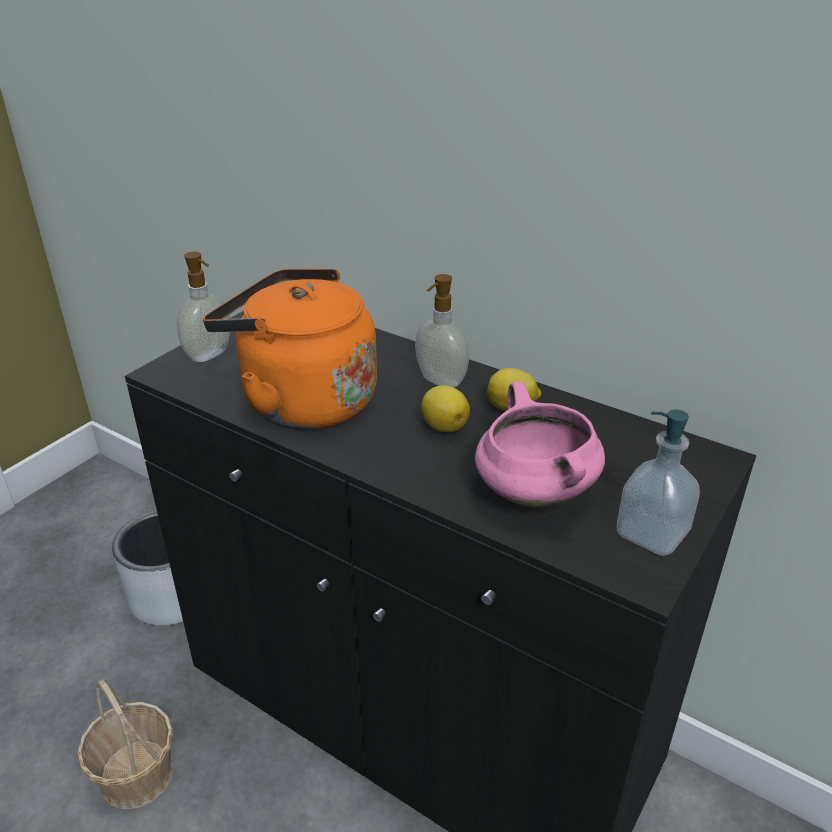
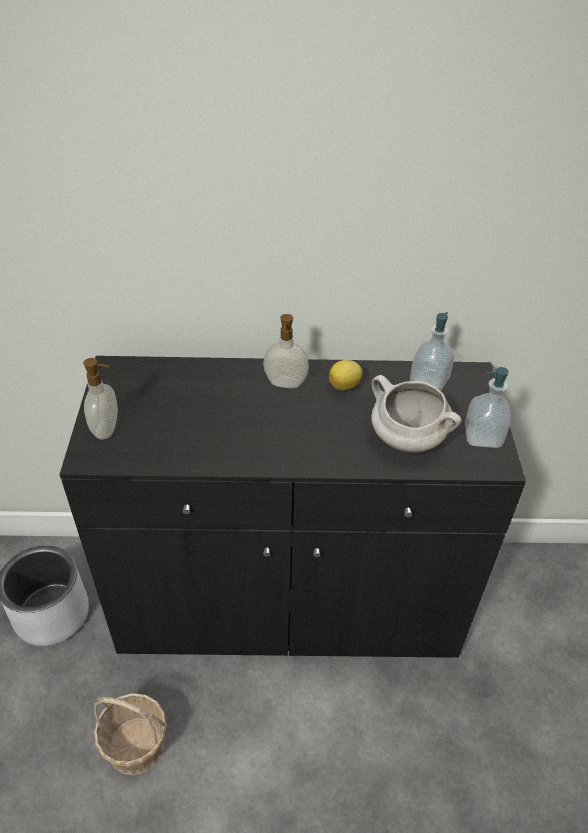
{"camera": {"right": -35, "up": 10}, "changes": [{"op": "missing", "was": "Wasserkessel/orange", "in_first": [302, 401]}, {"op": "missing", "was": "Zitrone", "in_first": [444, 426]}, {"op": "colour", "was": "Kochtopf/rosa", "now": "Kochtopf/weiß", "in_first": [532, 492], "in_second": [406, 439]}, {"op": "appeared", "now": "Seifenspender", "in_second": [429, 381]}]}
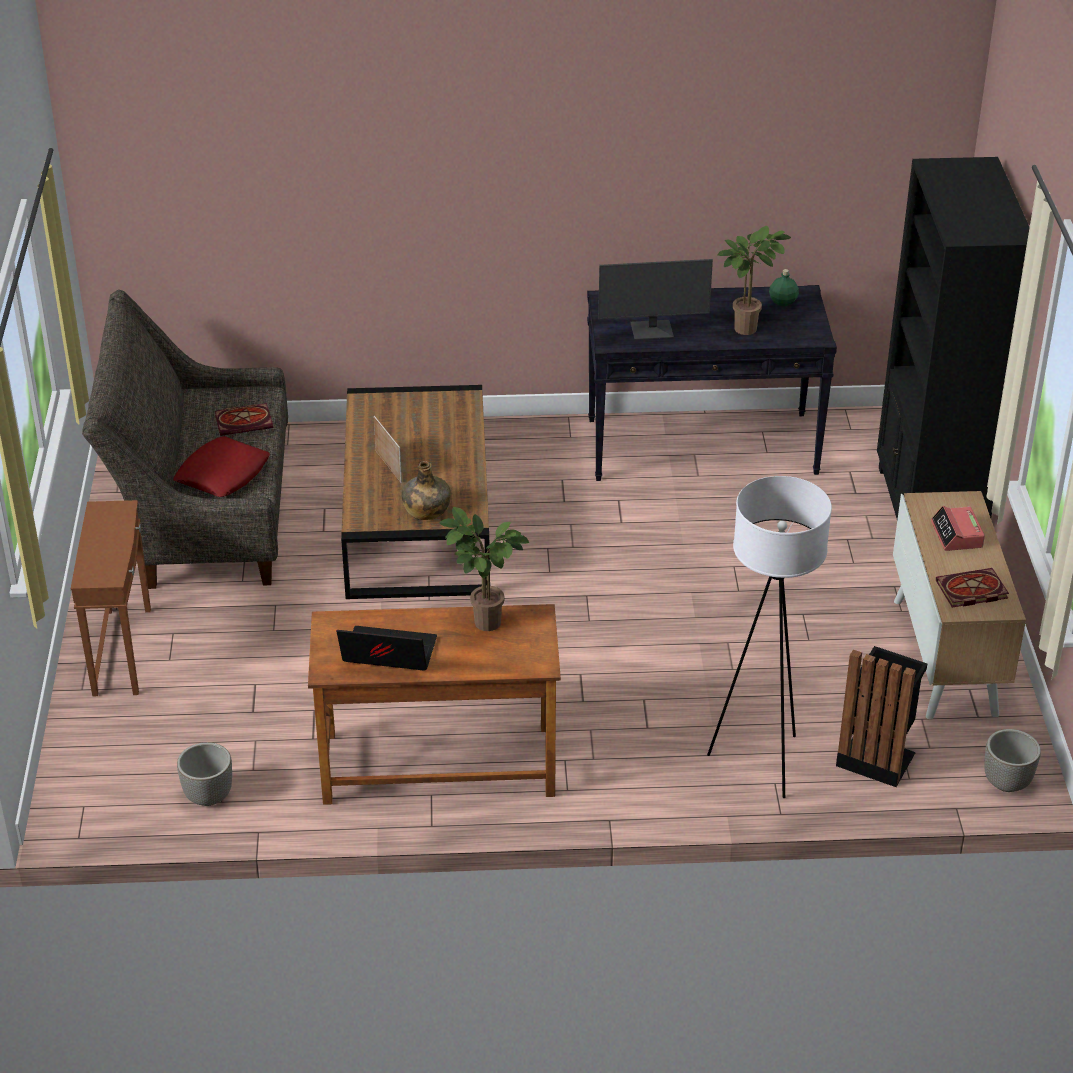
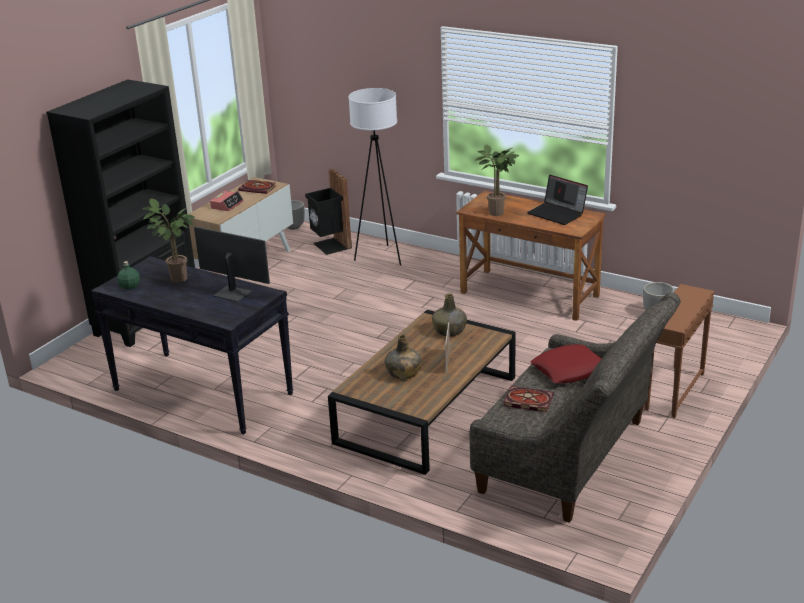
{"camera": {"right": -145, "up": -10}, "changes": [{"op": "appeared", "now": "Flasche/grün", "in_second": [403, 373]}]}
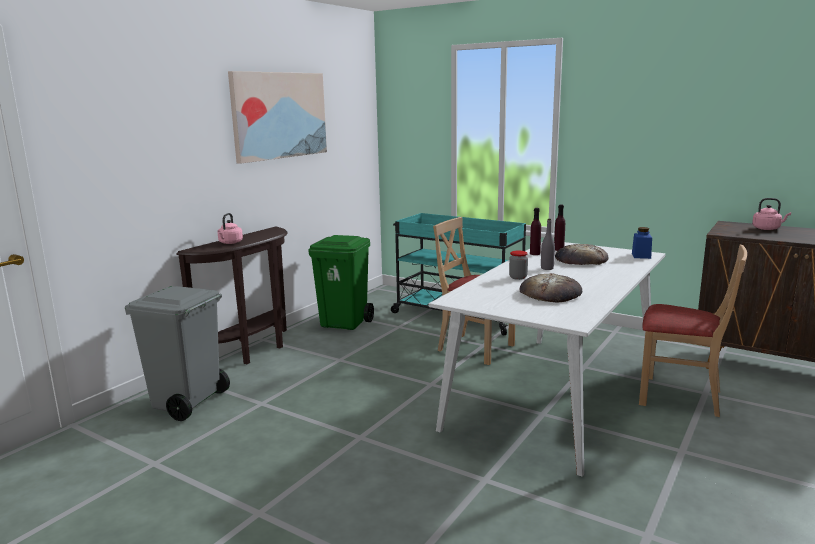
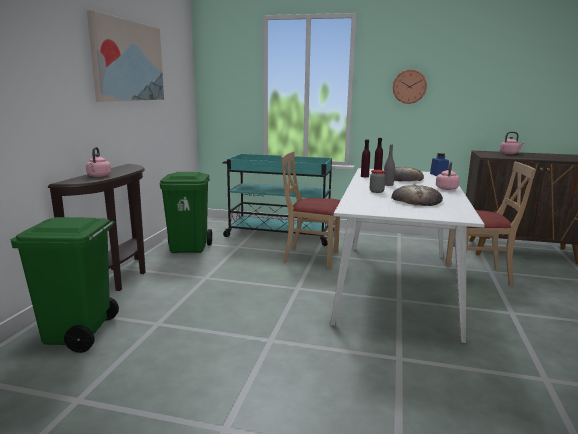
{"camera": {"right": -20, "up": 0}, "changes": [{"op": "colour", "was": "Mülleimer/grau", "now": "Mülleimer/grün", "in_first": [187, 403], "in_second": [79, 334]}, {"op": "appeared", "now": "Wanduhr", "in_second": [409, 86]}, {"op": "appeared", "now": "Wasserkessel/rosa", "in_second": [446, 188]}]}
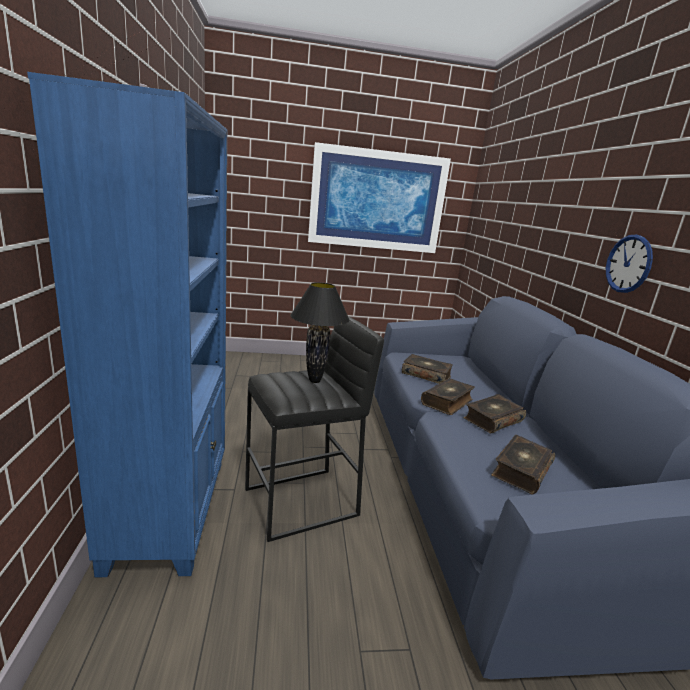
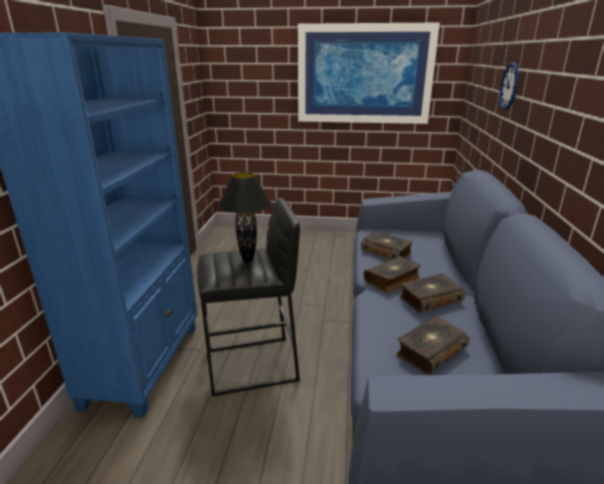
{"camera": {"right": 15, "up": 5}, "changes": [{"op": "relocated", "was": "Wanduhr", "in_first": [628, 264], "in_second": [509, 86]}]}
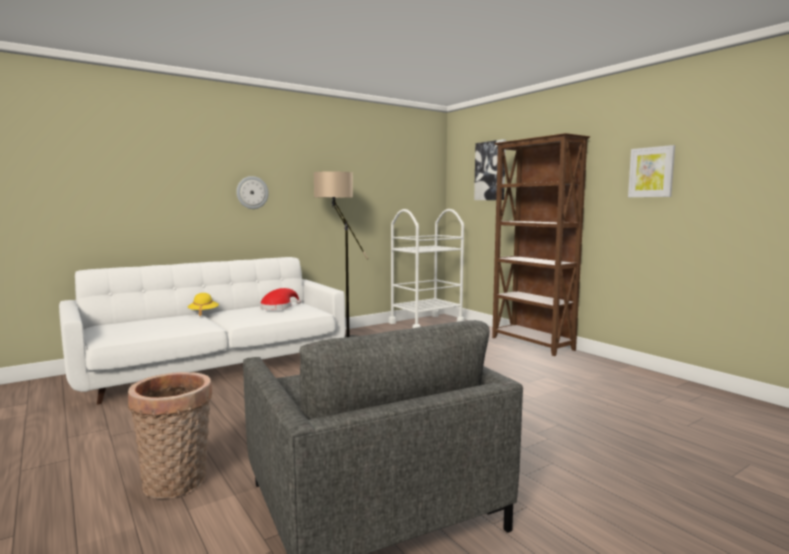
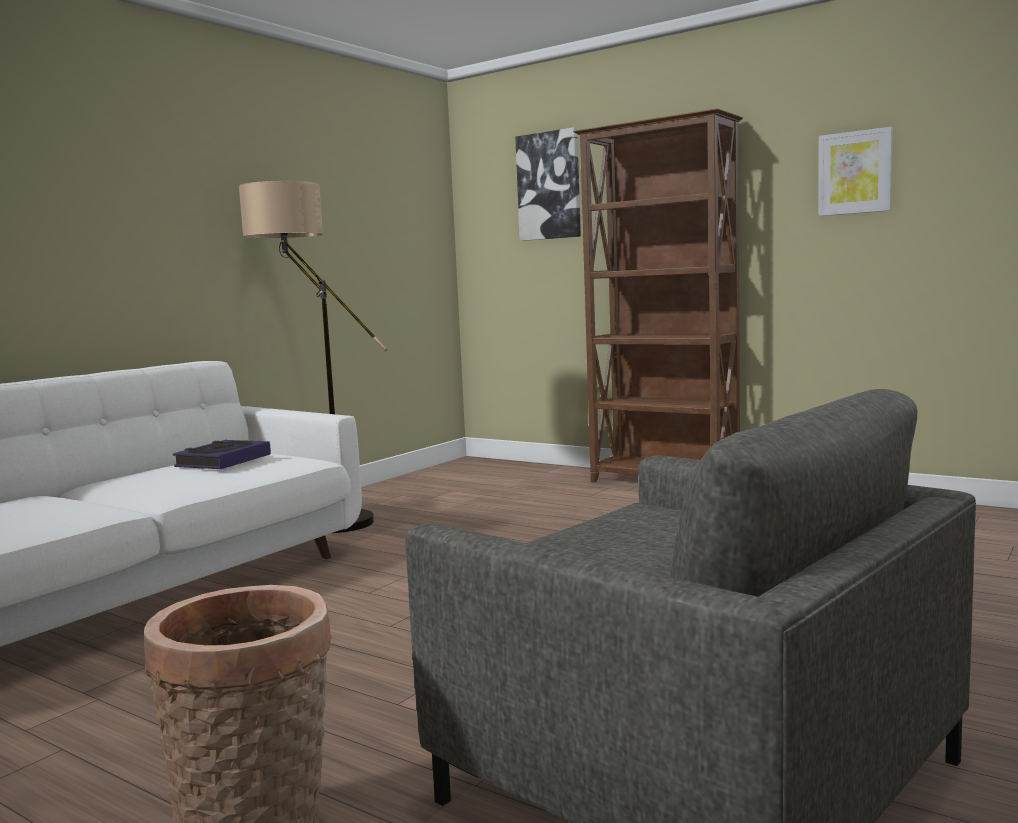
{"camera": {"right": -20, "up": 0}, "changes": [{"op": "missing", "was": "Hut/gelb", "in_first": [203, 313]}, {"op": "missing", "was": "Wanduhr", "in_first": [252, 192]}, {"op": "exchanged", "was": "Hut/rot", "now": "Buch", "in_first": [278, 307], "in_second": [223, 461]}, {"op": "missing", "was": "Rollwagen/weiß", "in_first": [426, 323]}]}
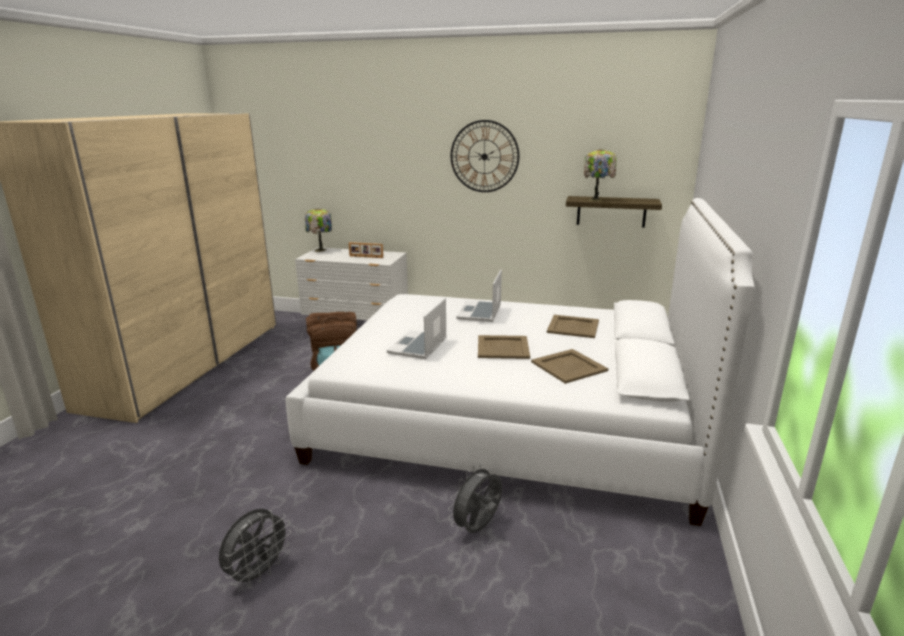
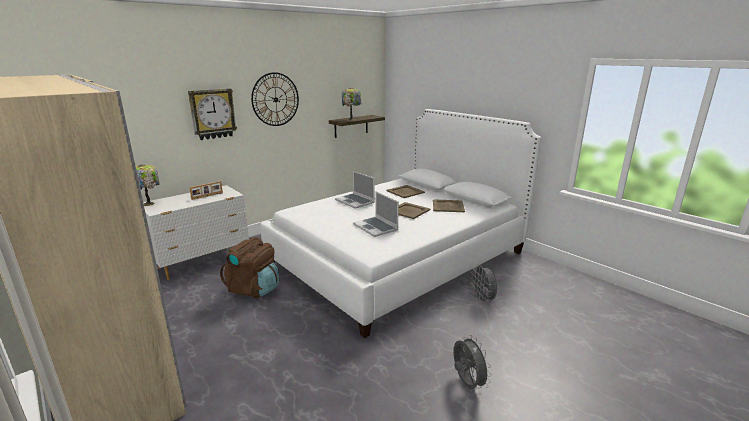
{"camera": {"right": -55, "up": 0}, "changes": [{"op": "appeared", "now": "Wanduhr", "in_second": [212, 114]}]}
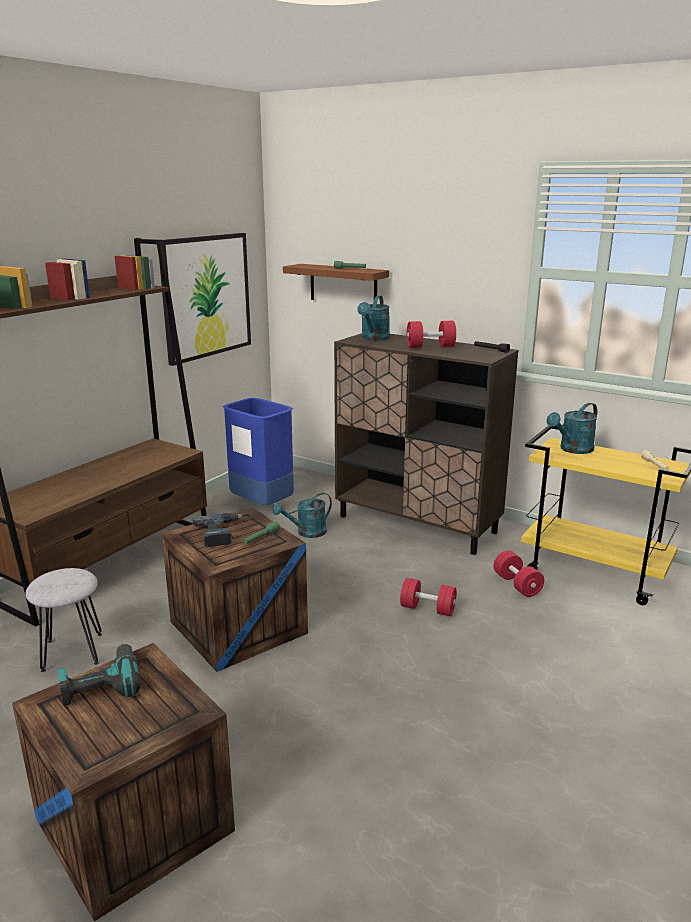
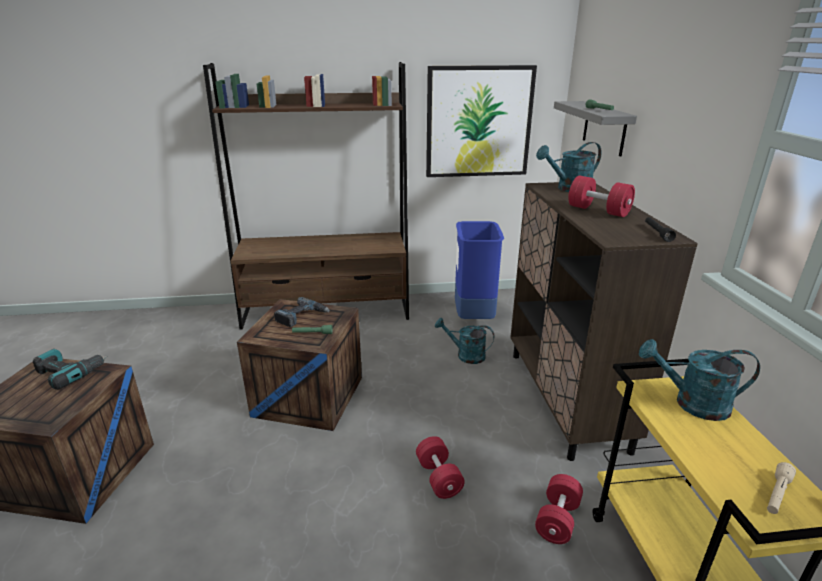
{"camera": {"right": 50, "up": 5}, "changes": [{"op": "missing", "was": "Hocker/grau", "in_first": [72, 651]}, {"op": "colour", "was": "Wandregal/braun", "now": "Wandregal/grau", "in_first": [343, 285], "in_second": [604, 128]}]}
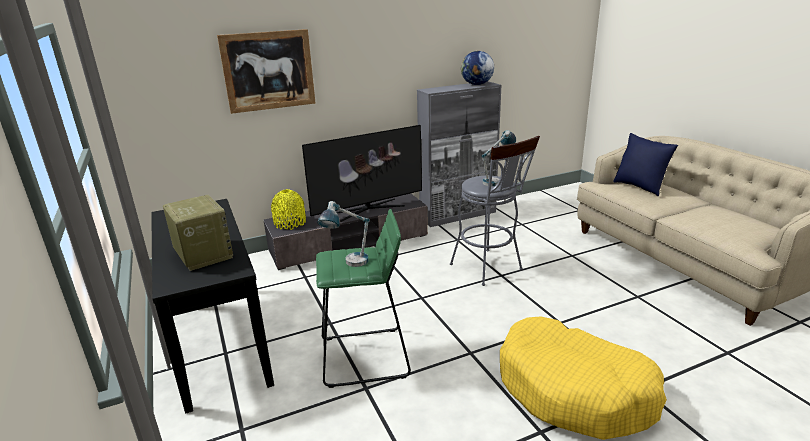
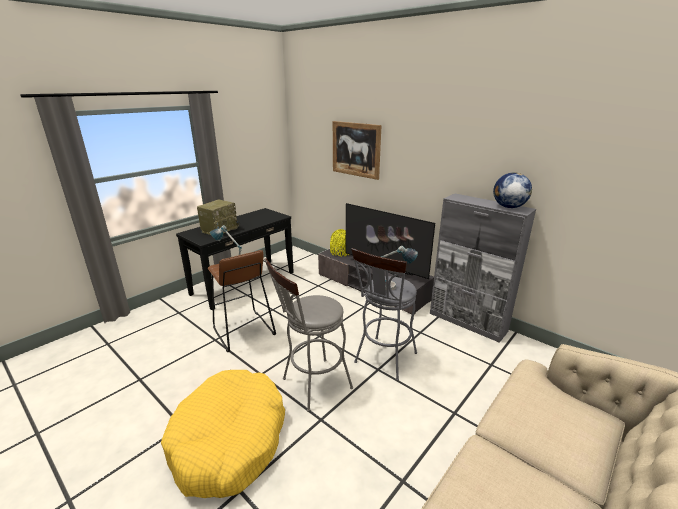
{"camera": {"right": 65, "up": 0}, "changes": [{"op": "colour", "was": "Hocker/grün", "now": "Hocker/braun", "in_first": [365, 357], "in_second": [243, 331]}, {"op": "missing", "was": "Kissen/blau", "in_first": [639, 187]}, {"op": "appeared", "now": "Hocker/grau", "in_second": [312, 386]}]}
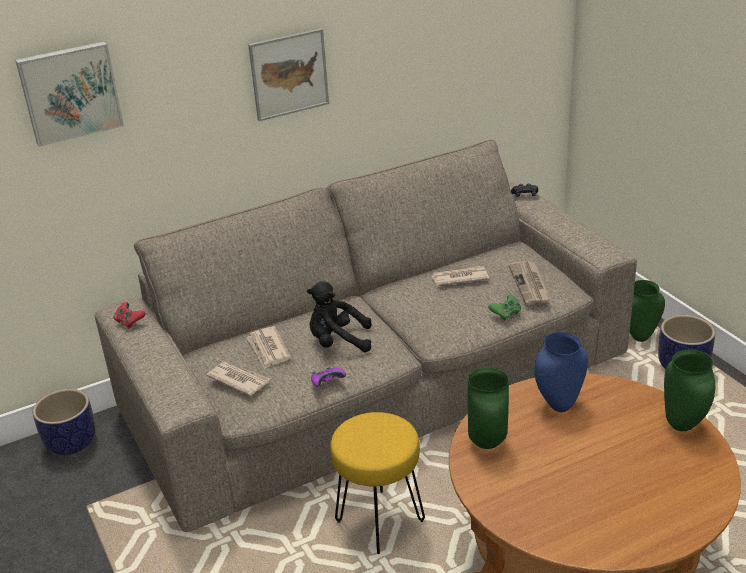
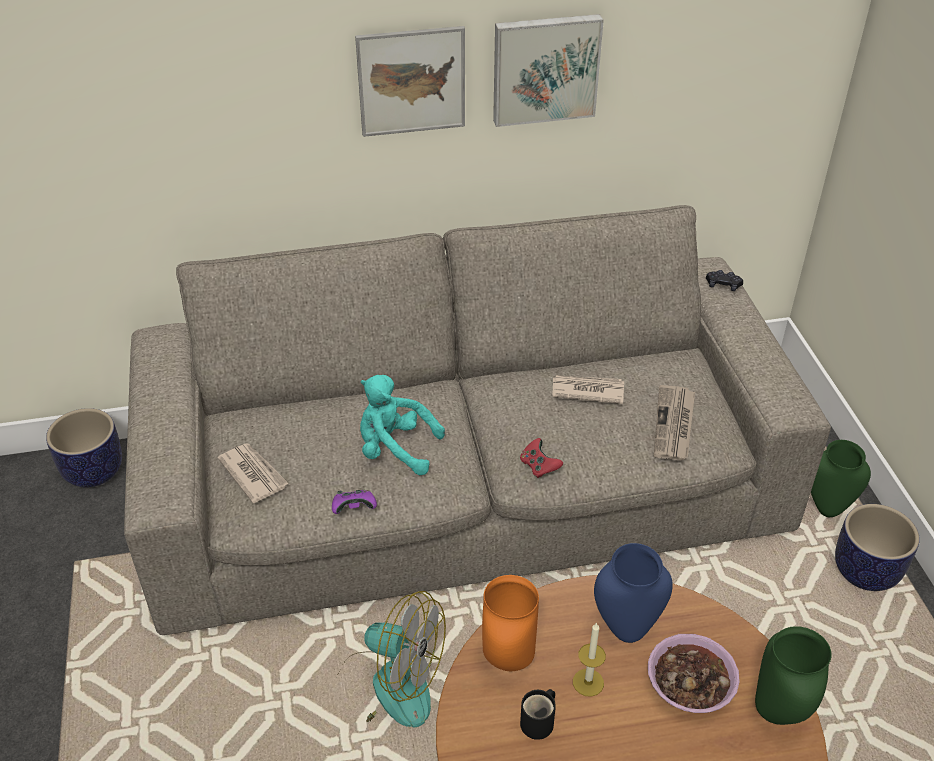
{"camera": {"right": 15, "up": 10}, "changes": [{"op": "relocated", "was": "Bild", "in_first": [70, 92], "in_second": [545, 68]}, {"op": "relocated", "was": "Gamepad/rot", "in_first": [129, 322], "in_second": [539, 466]}, {"op": "missing", "was": "Zeitung", "in_first": [268, 349]}, {"op": "colour", "was": "Plüschtier/schwarz", "now": "Plüschtier/türkis", "in_first": [338, 342], "in_second": [395, 449]}, {"op": "exchanged", "was": "Hocker/gelb", "now": "Ventilator", "in_first": [380, 521], "in_second": [387, 687]}, {"op": "colour", "was": "Vase/grün", "now": "Vase/orange", "in_first": [488, 443], "in_second": [509, 661]}, {"op": "missing", "was": "Gamepad/grün", "in_first": [505, 314]}, {"op": "appeared", "now": "Henkelbecher/schwarz", "in_second": [540, 722]}, {"op": "appeared", "now": "Kerze", "in_second": [588, 682]}, {"op": "appeared", "now": "Schüssel", "in_second": [690, 684]}]}
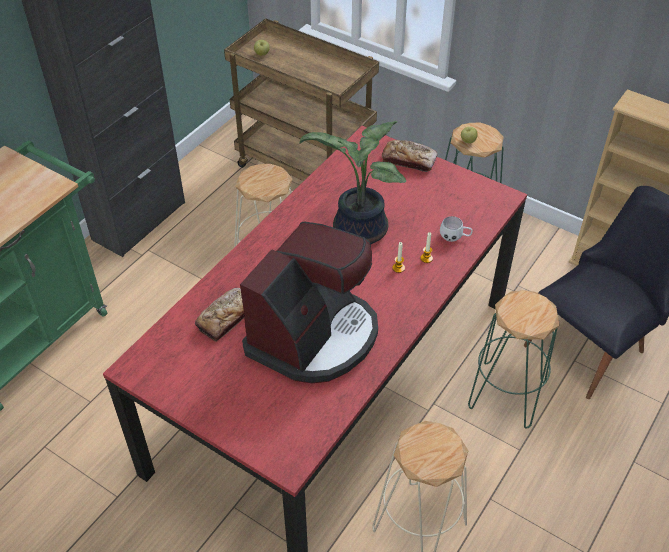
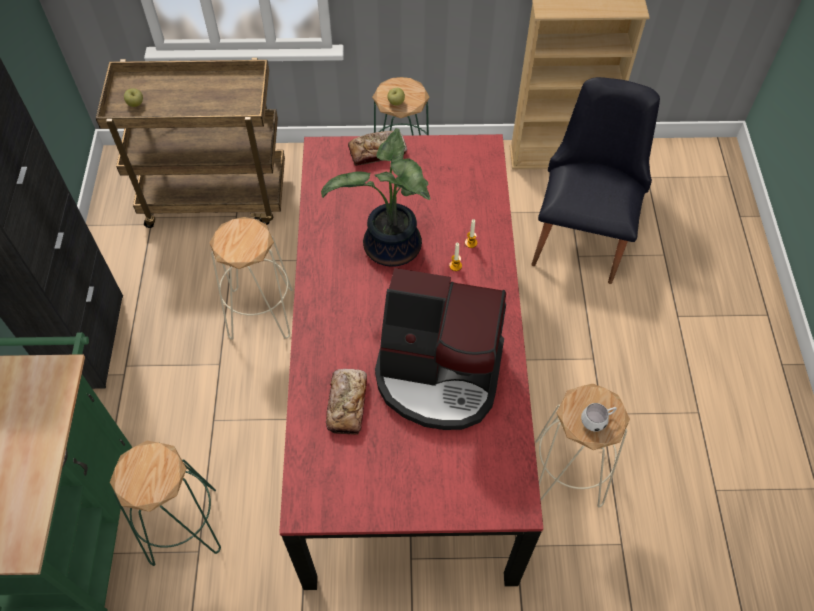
{"camera": {"right": -35, "up": 10}, "changes": [{"op": "spun", "was": "Kaffeemaschine", "in_first": [314, 336], "in_second": [439, 374], "clockwise": 105}, {"op": "relocated", "was": "Henkelbecher/weiß", "in_first": [455, 237], "in_second": [597, 420]}, {"op": "relocated", "was": "Hocker/grün", "in_first": [506, 395], "in_second": [183, 526]}]}
